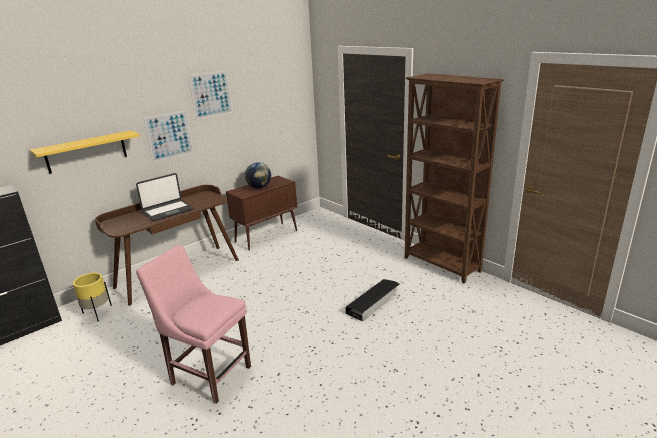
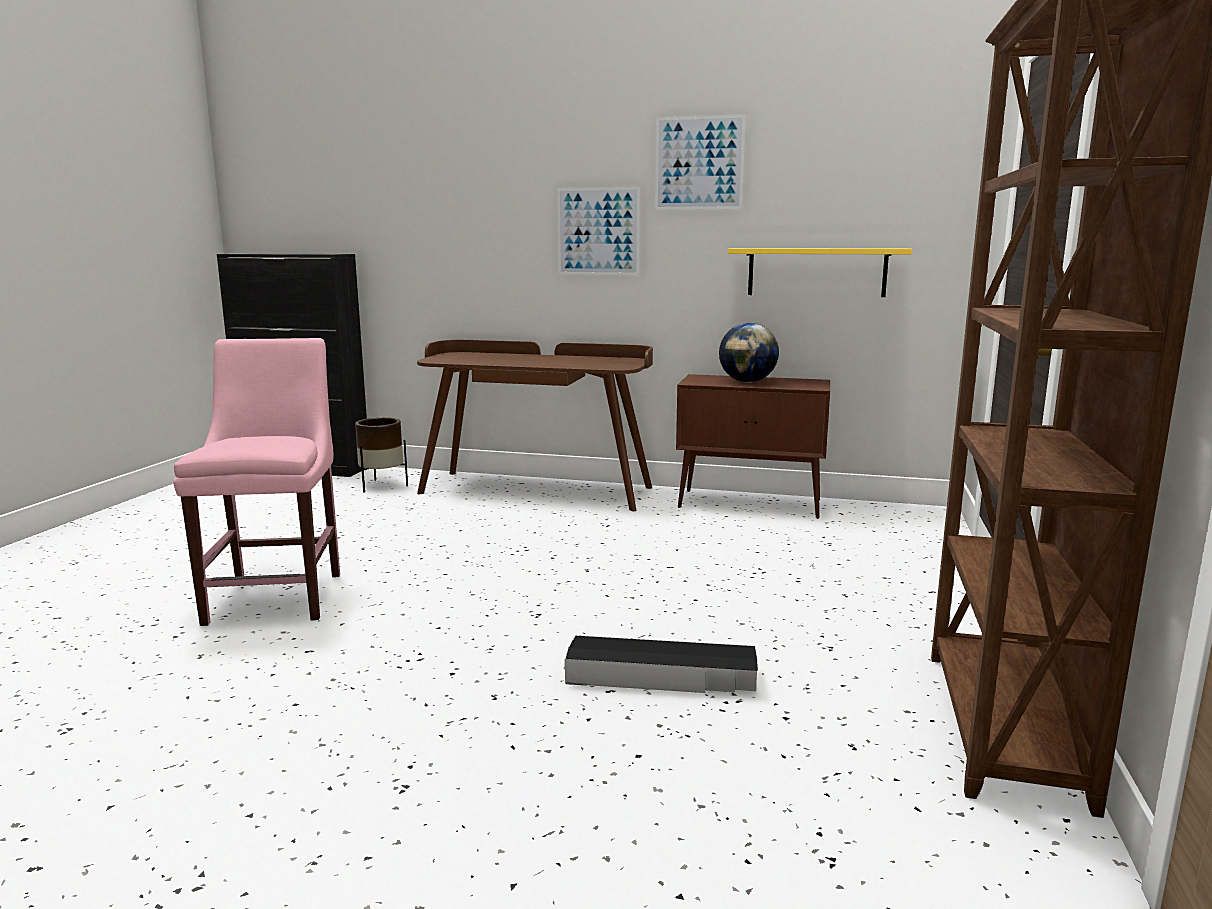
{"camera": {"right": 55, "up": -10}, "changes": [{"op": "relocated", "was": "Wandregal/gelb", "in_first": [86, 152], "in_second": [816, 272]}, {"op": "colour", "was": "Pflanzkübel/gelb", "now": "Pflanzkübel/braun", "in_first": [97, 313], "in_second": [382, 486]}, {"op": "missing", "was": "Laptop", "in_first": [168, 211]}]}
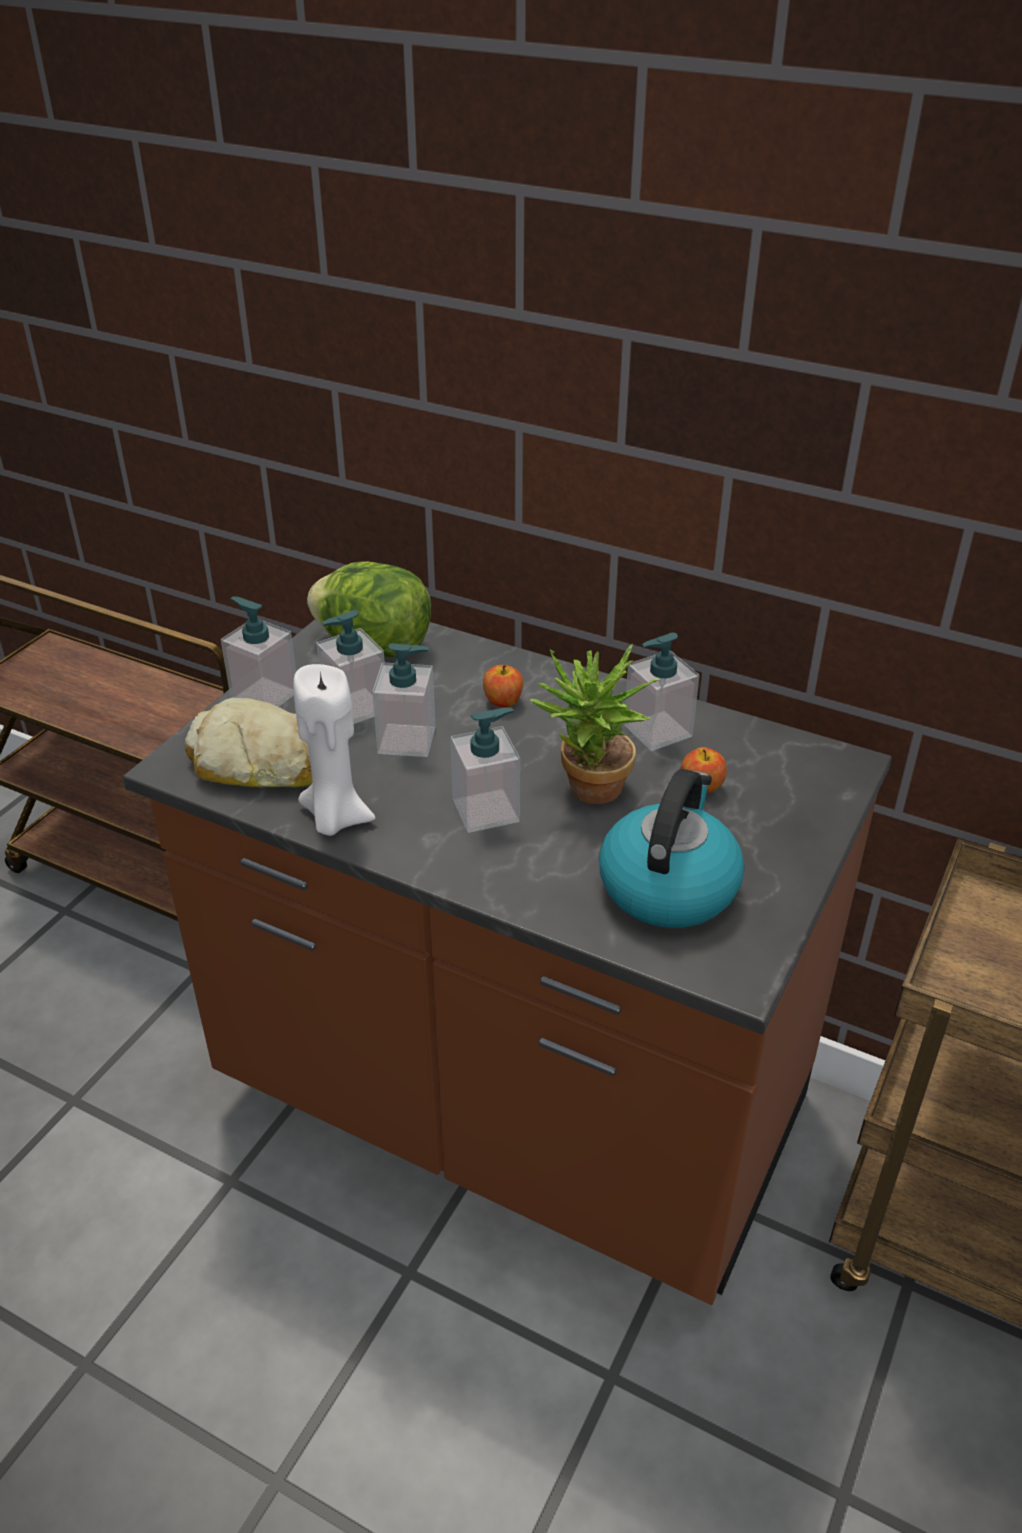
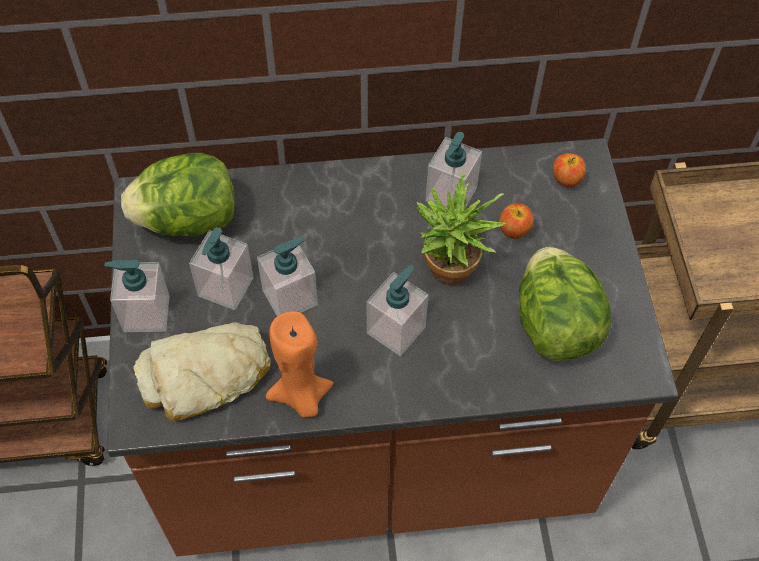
{"camera": {"right": -35, "up": 20}, "changes": [{"op": "colour", "was": "Kerze/weiß", "now": "Kerze/orange", "in_first": [335, 818], "in_second": [301, 397]}, {"op": "relocated", "was": "Apfel", "in_first": [503, 701], "in_second": [566, 179]}, {"op": "exchanged", "was": "Wasserkessel", "now": "Salatkopf", "in_first": [668, 885], "in_second": [555, 325]}]}
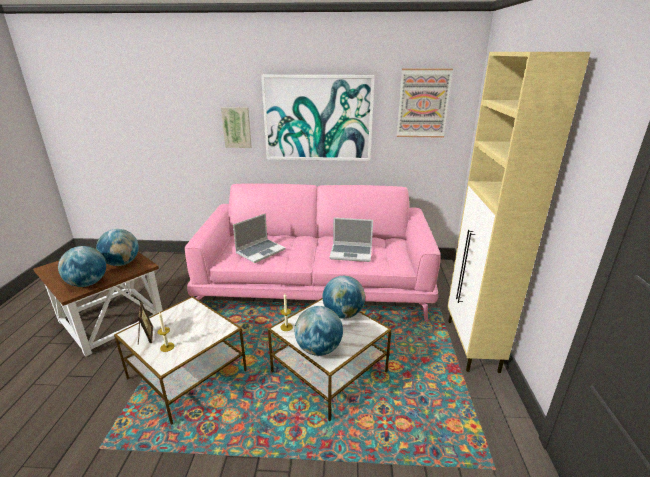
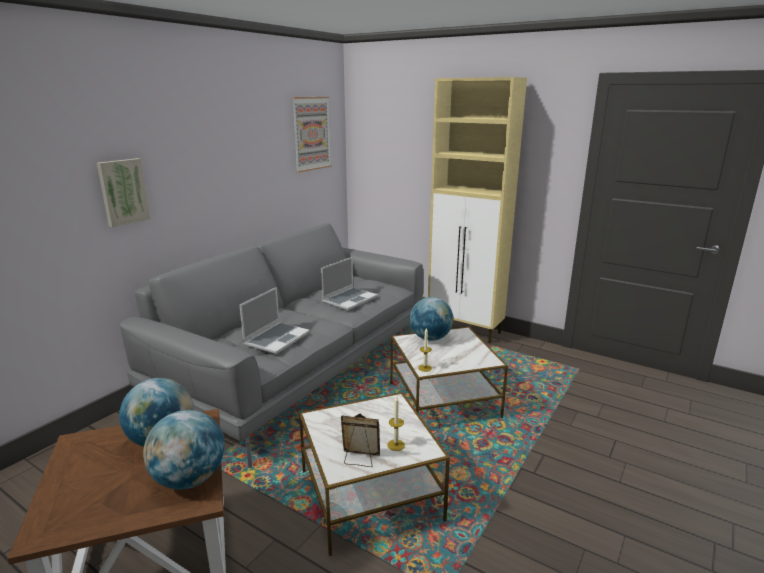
{"camera": {"right": -60, "up": -5}, "changes": [{"op": "colour", "was": "Sofa/rosa", "now": "Sofa/grau", "in_first": [316, 285], "in_second": [300, 366]}, {"op": "spun", "was": "Laptop", "in_first": [260, 251], "in_second": [277, 338], "clockwise": 45}, {"op": "missing", "was": "Bild", "in_first": [318, 118]}, {"op": "missing", "was": "Globus", "in_first": [318, 349]}]}
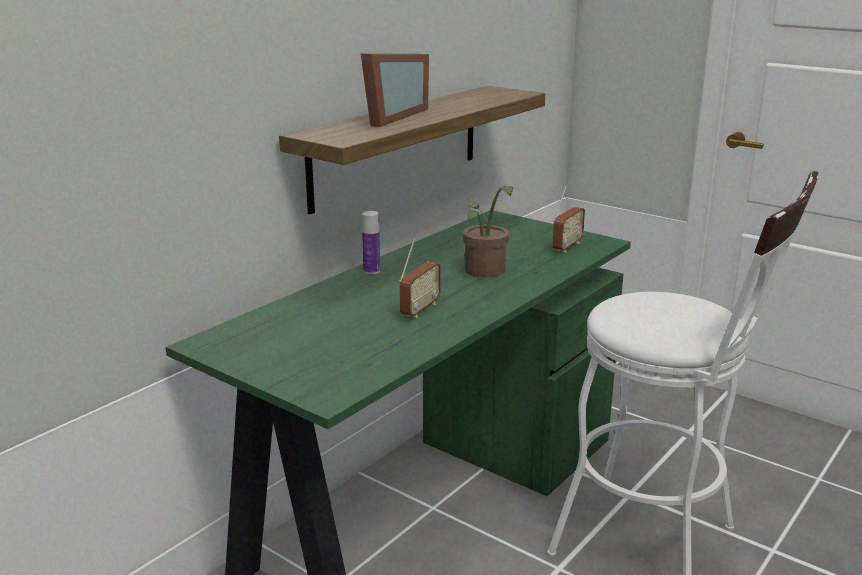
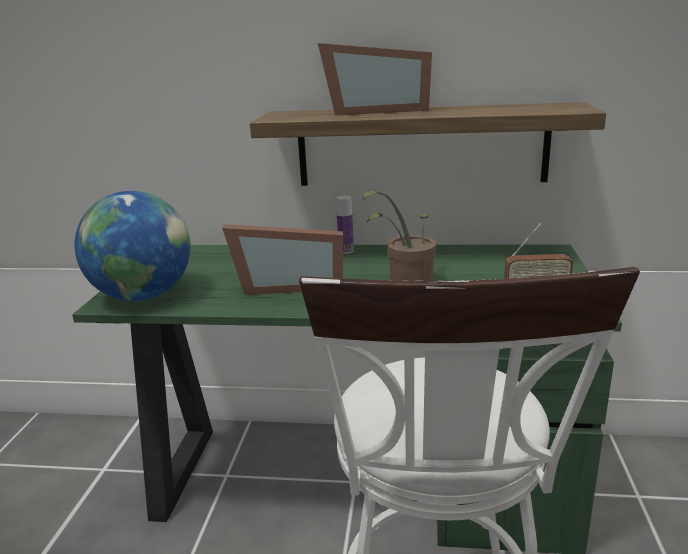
{"camera": {"right": 60, "up": 0}, "changes": [{"op": "exchanged", "was": "Radio", "now": "Bilderrahmen", "in_first": [420, 309], "in_second": [289, 286]}, {"op": "appeared", "now": "Globus", "in_second": [143, 296]}]}
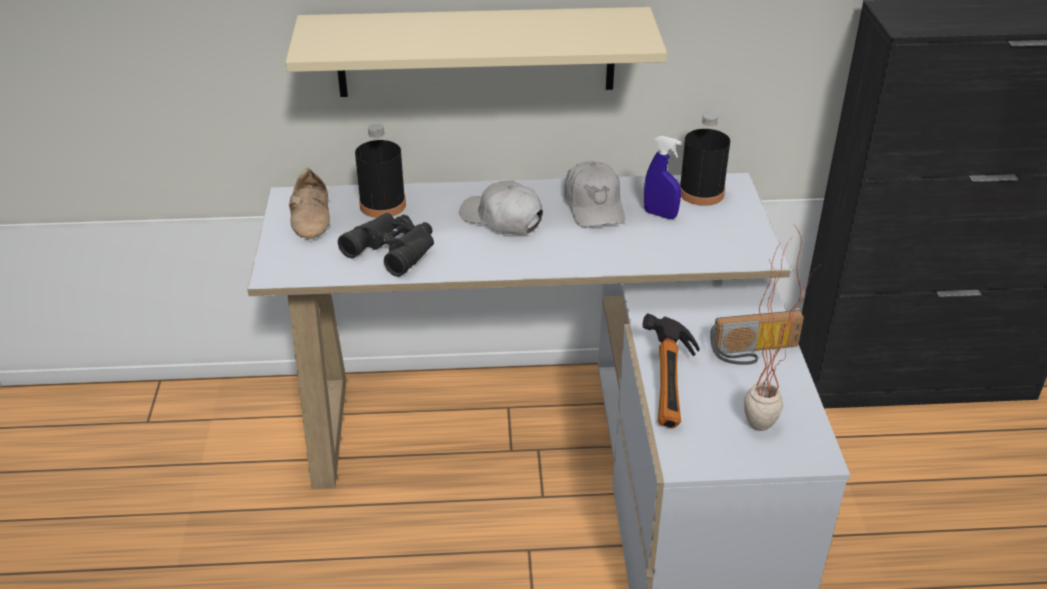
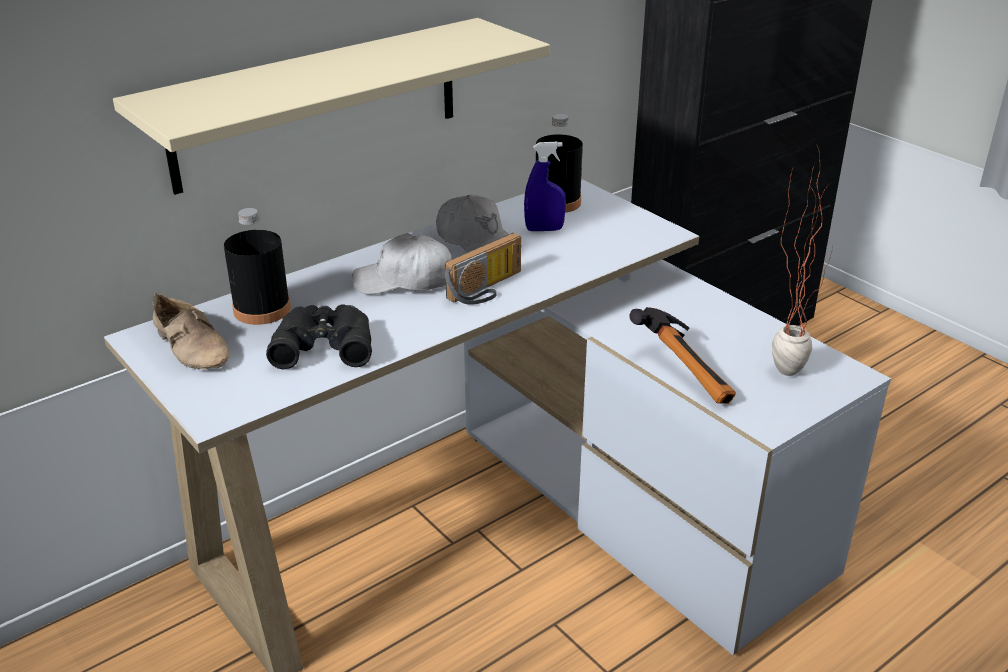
{"camera": {"right": -35, "up": -5}, "changes": [{"op": "relocated", "was": "Radio", "in_first": [754, 353], "in_second": [488, 289]}]}
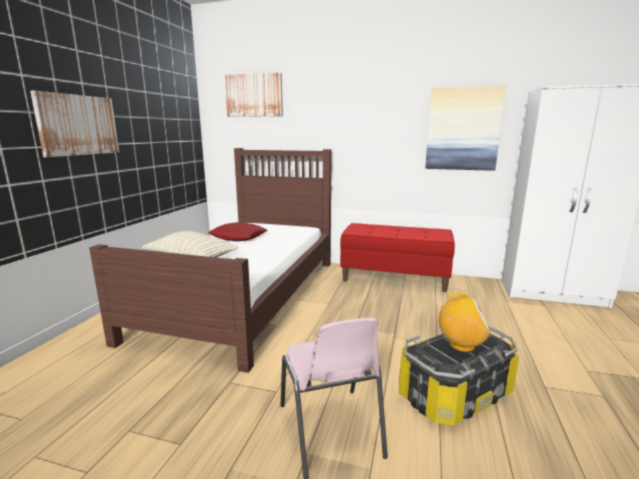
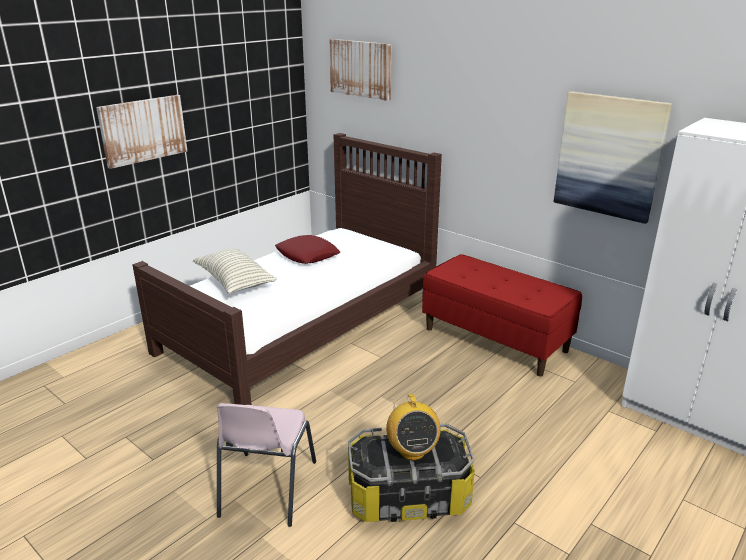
{"camera": {"right": 25, "up": 10}, "changes": [{"op": "spun", "was": "Radio", "in_first": [461, 345], "in_second": [412, 451], "clockwise": 45}]}
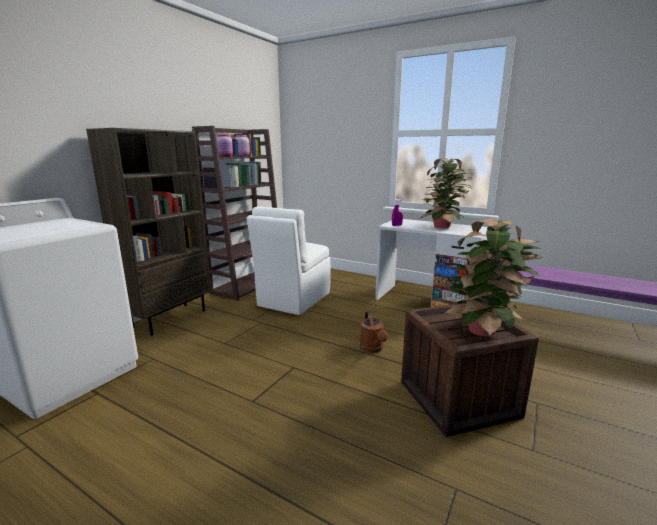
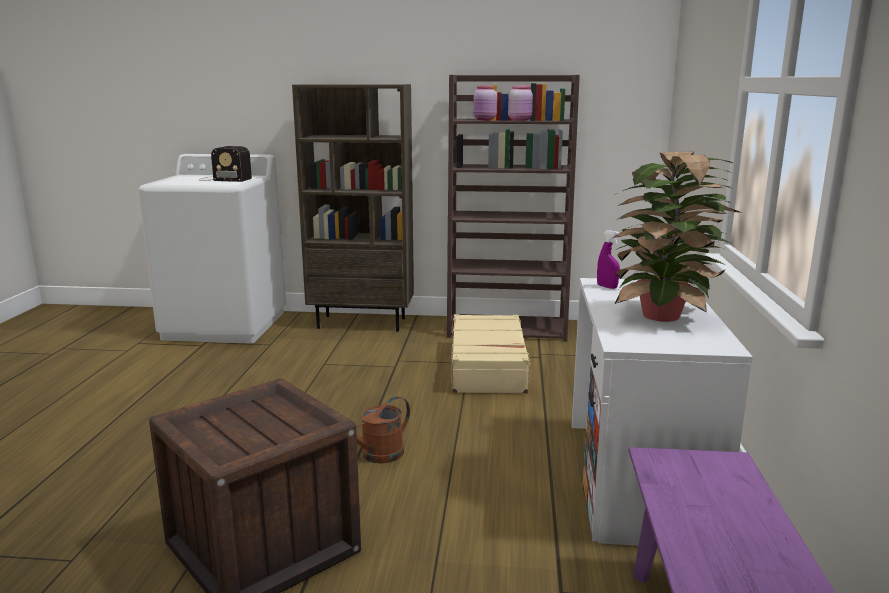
{"camera": {"right": 65, "up": 0}, "changes": [{"op": "exchanged", "was": "Stuhl/weiß", "now": "Koffer/beige", "in_first": [293, 300], "in_second": [489, 367]}, {"op": "missing", "was": "Topfpflanze", "in_first": [485, 330]}, {"op": "appeared", "now": "Radio", "in_second": [223, 179]}]}
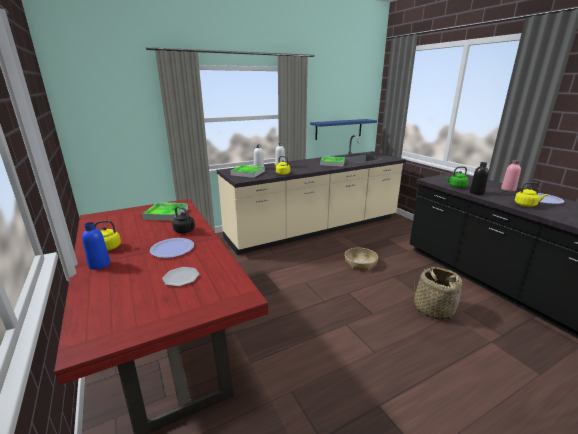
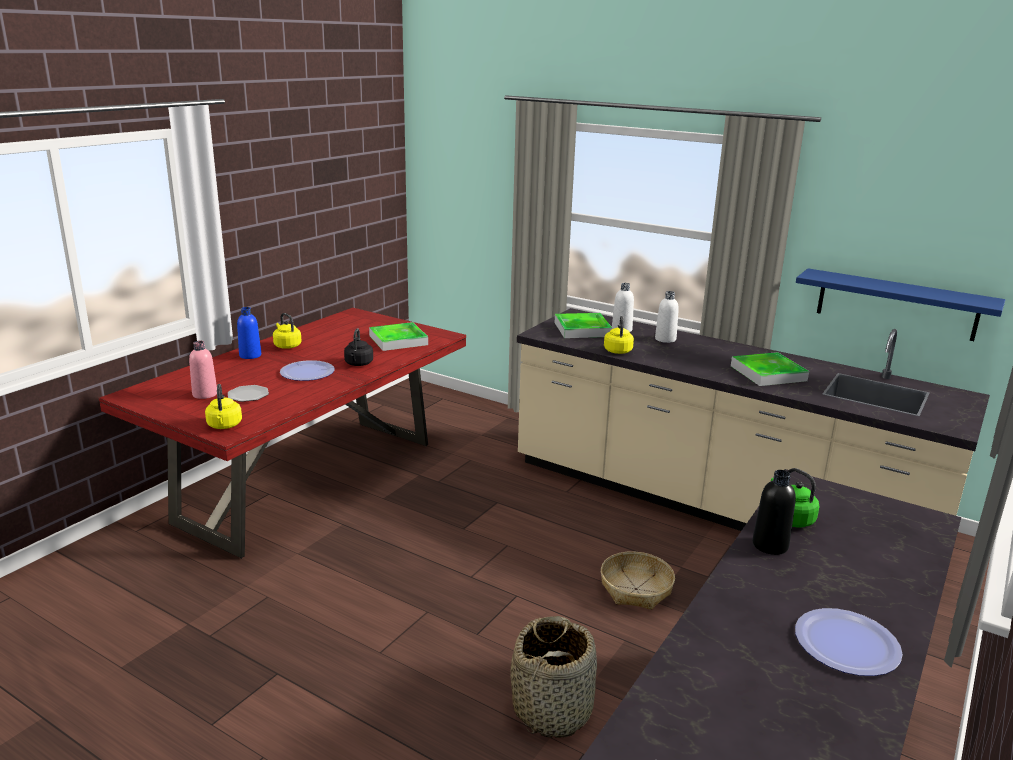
{"camera": {"right": 60, "up": 0}, "changes": [{"op": "relocated", "was": "Flasche/rosa", "in_first": [508, 189], "in_second": [205, 394]}, {"op": "relocated", "was": "Wasserkessel/gelb", "in_first": [526, 205], "in_second": [224, 426]}]}
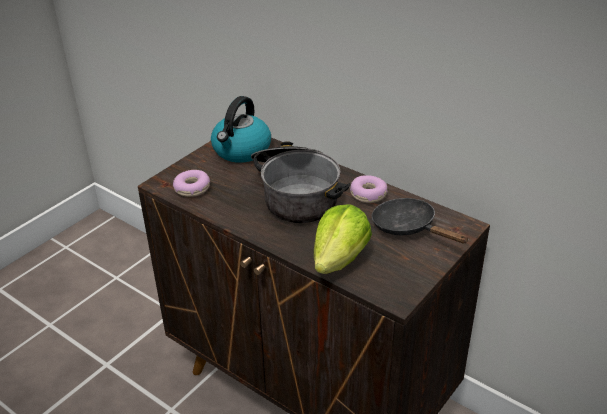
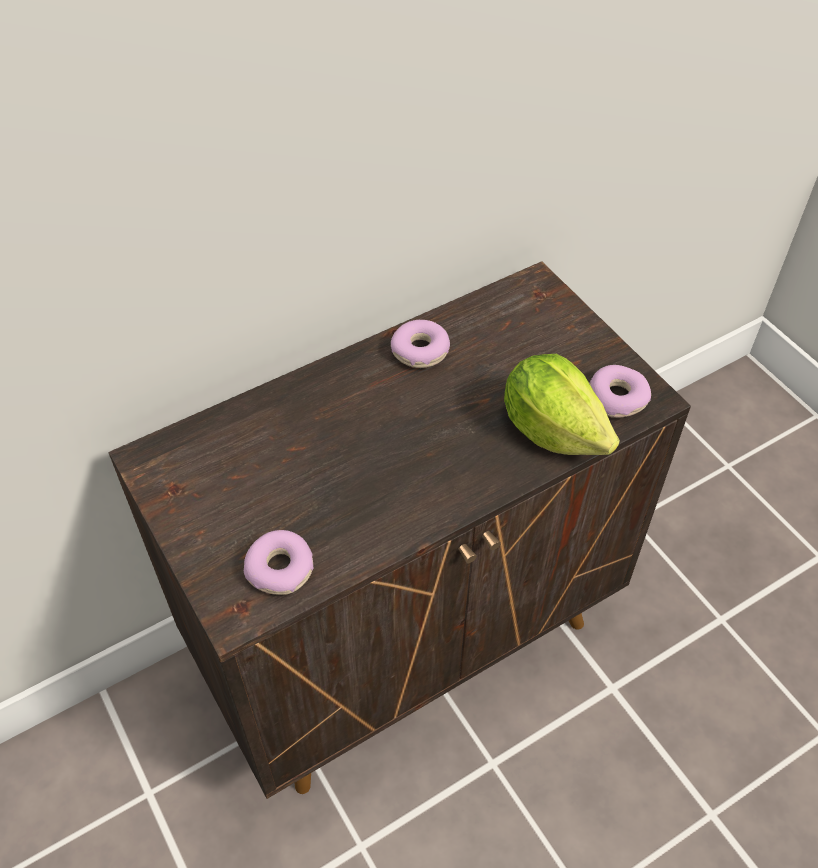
{"camera": {"right": -70, "up": 15}, "changes": [{"op": "missing", "was": "Wasserkessel", "in_first": [241, 150]}, {"op": "missing", "was": "Kochtopf", "in_first": [296, 195]}, {"op": "missing", "was": "Pfanne/schwarz", "in_first": [408, 228]}, {"op": "appeared", "now": "Donut", "in_second": [617, 398]}]}
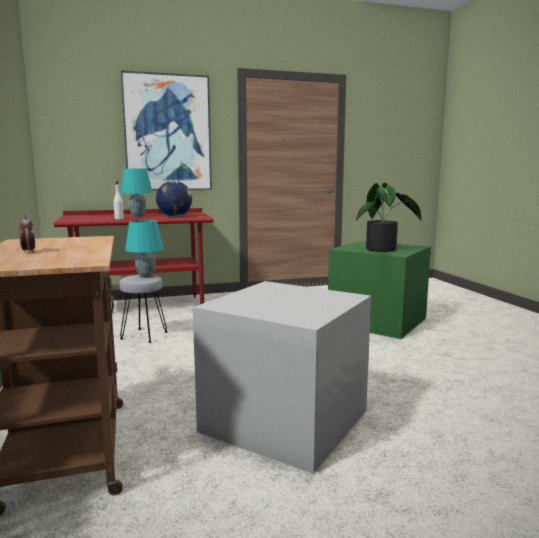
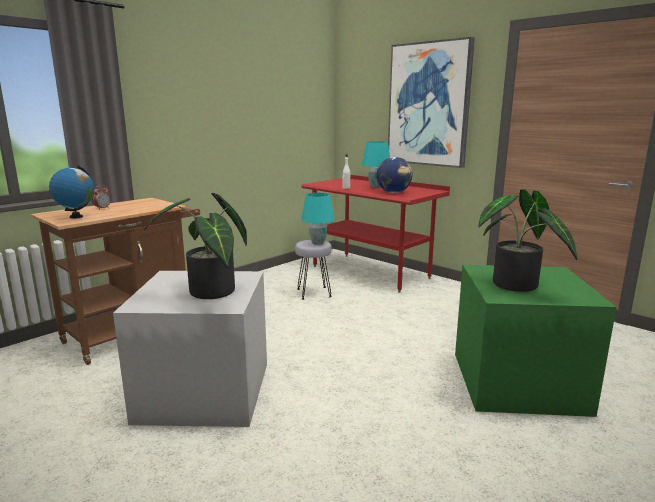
{"camera": {"right": 60, "up": 5}, "changes": [{"op": "appeared", "now": "Globus", "in_second": [76, 217]}, {"op": "appeared", "now": "Topfpflanze", "in_second": [210, 294]}]}
